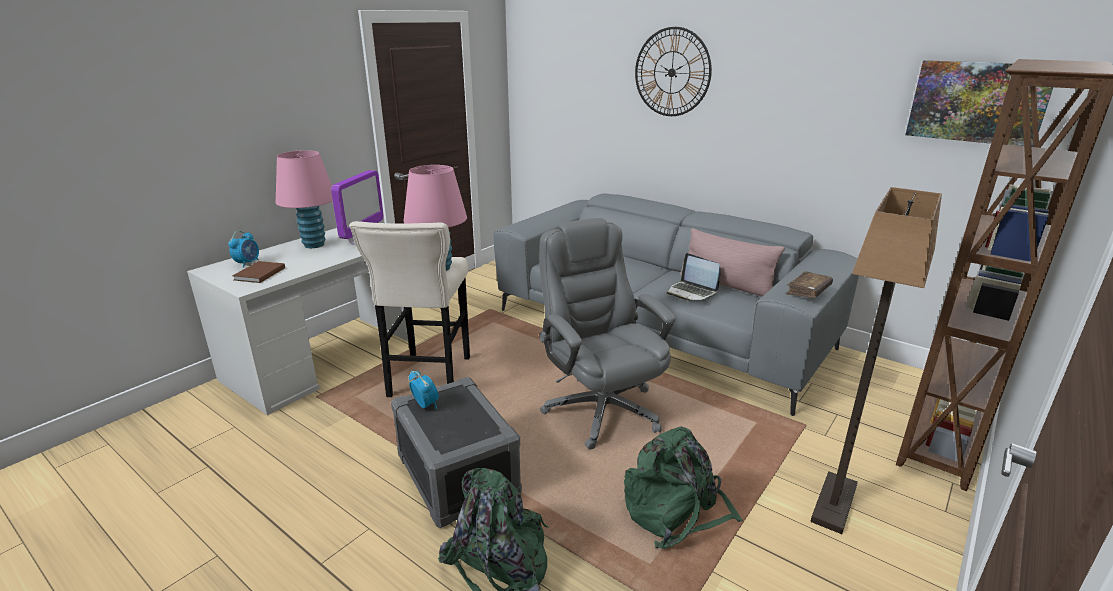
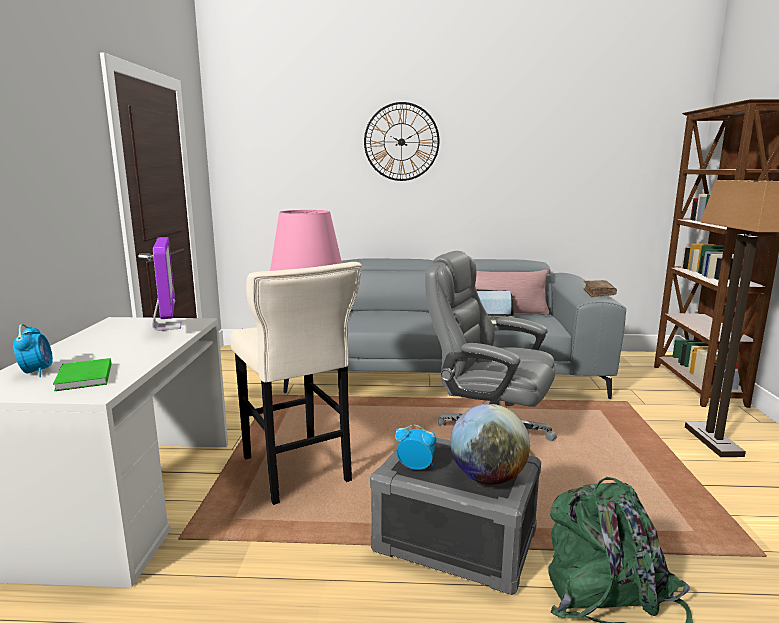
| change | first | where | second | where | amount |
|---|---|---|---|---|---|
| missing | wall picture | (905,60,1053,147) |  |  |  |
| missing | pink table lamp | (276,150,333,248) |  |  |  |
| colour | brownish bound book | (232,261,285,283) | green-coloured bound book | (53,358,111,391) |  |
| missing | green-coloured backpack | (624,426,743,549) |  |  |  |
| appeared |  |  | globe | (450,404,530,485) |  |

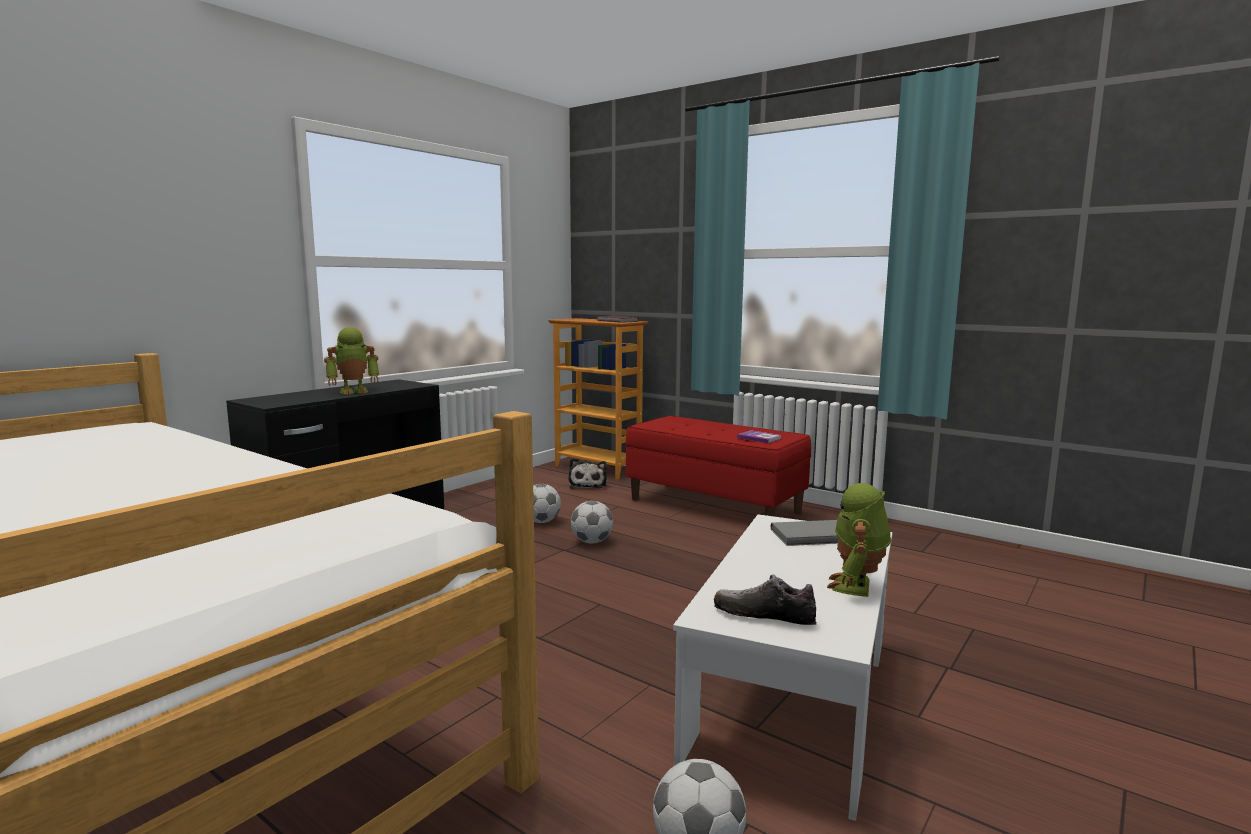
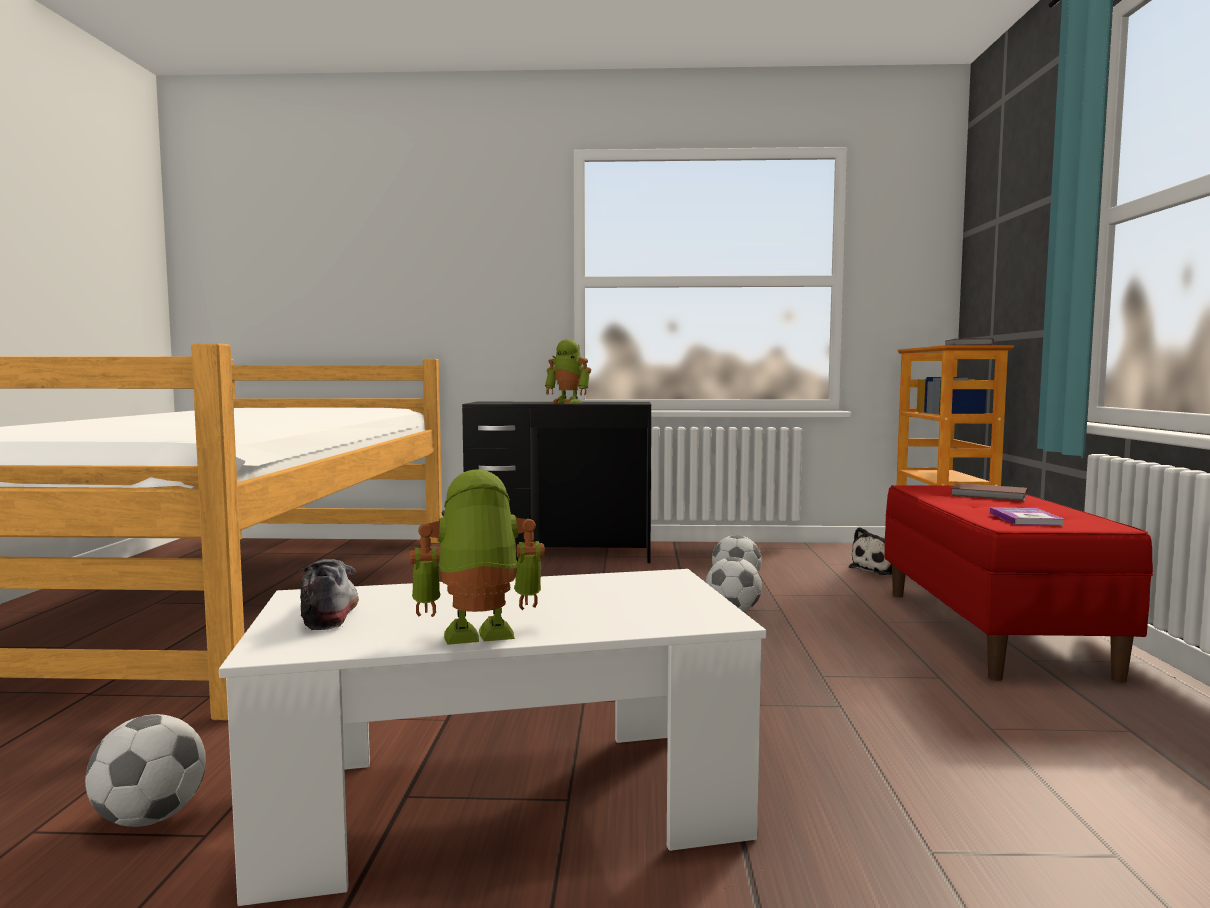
| change | first | where | second | where | amount |
|---|---|---|---|---|---|
| missing | gray bound book | (771,520,838,546) |  |  |  |
| appeared |  |  | brownish bound book | (950,483,1027,501) |  |

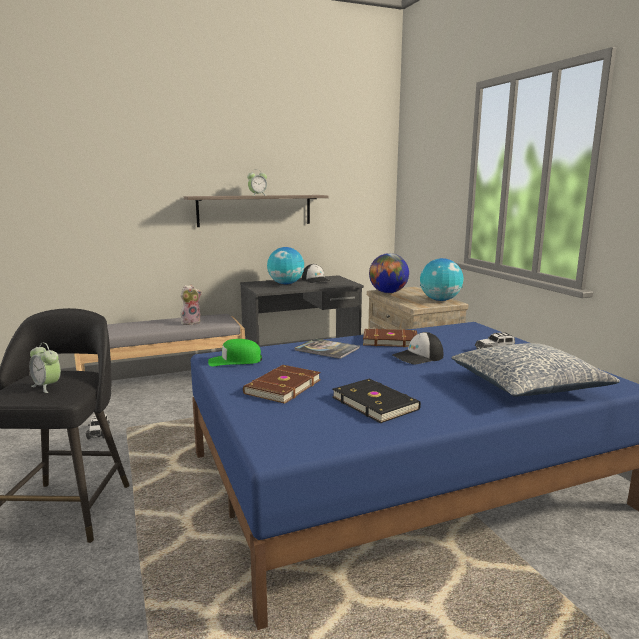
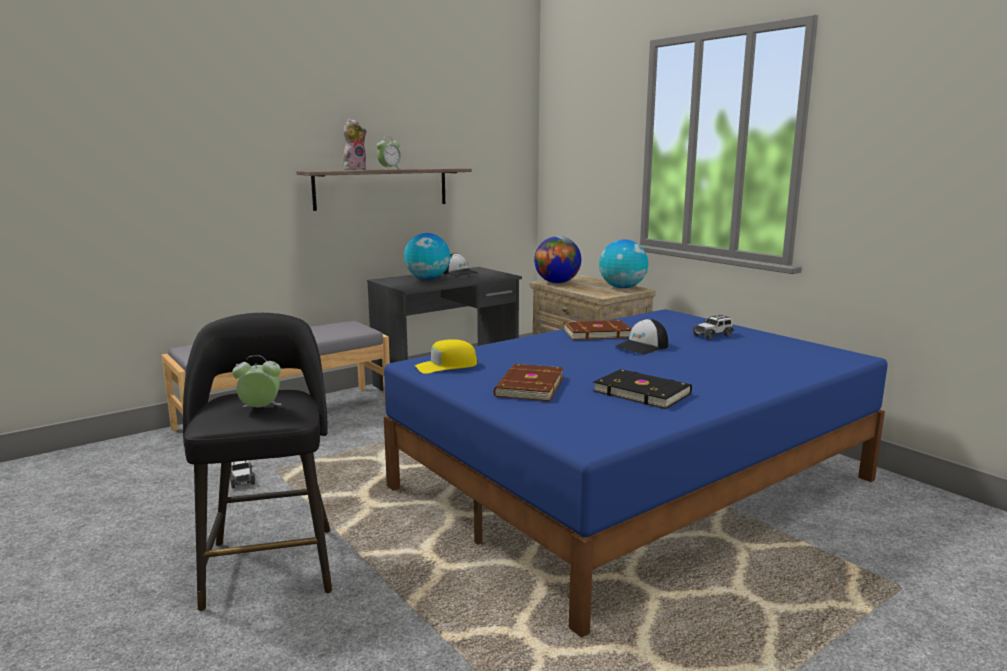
| change | first | where | second | where | amount |
|---|---|---|---|---|---|
| relocated | soft toy | (181,285,202,325) |  | (343,119,366,170) |  |
| missing | bound book | (295,338,360,359) |  |  |  |
| colour | green-coloured cap | (208,339,262,366) | yellowish cap | (415,339,478,374) |  |
| spun | alarm clock | (29,343,61,393) |  | (232,355,282,407) | 150 degrees clockwise |
| missing | pillow | (451,343,620,396) |  |  |  |

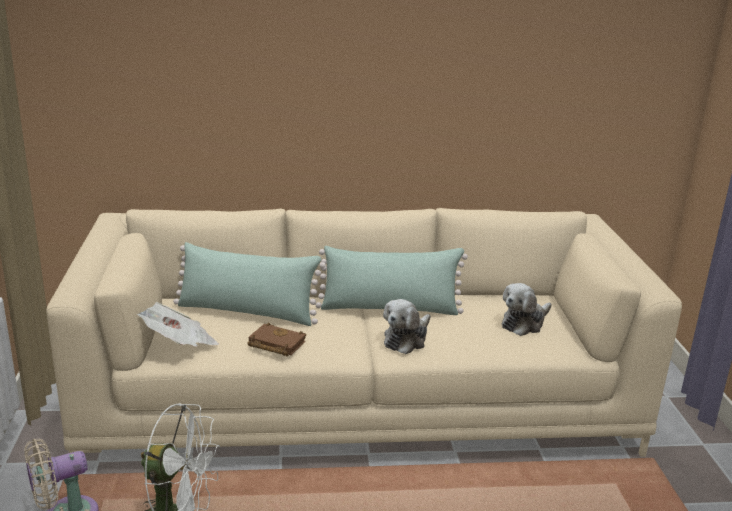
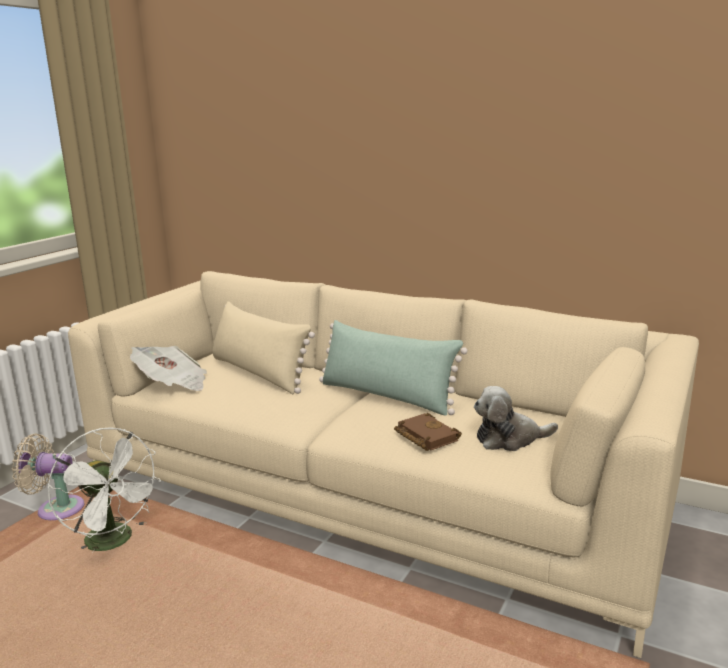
| change | first | where | second | where | amount |
|---|---|---|---|---|---|
| colour | green-coloured pillow | (173,242,326,326) | beige-coloured pillow | (213,301,315,394) |  |
| missing | soft toy | (383,299,430,354) |  |  |  |
| relocated | brownish bound book | (247,323,306,356) |  | (394,413,462,451) |  |

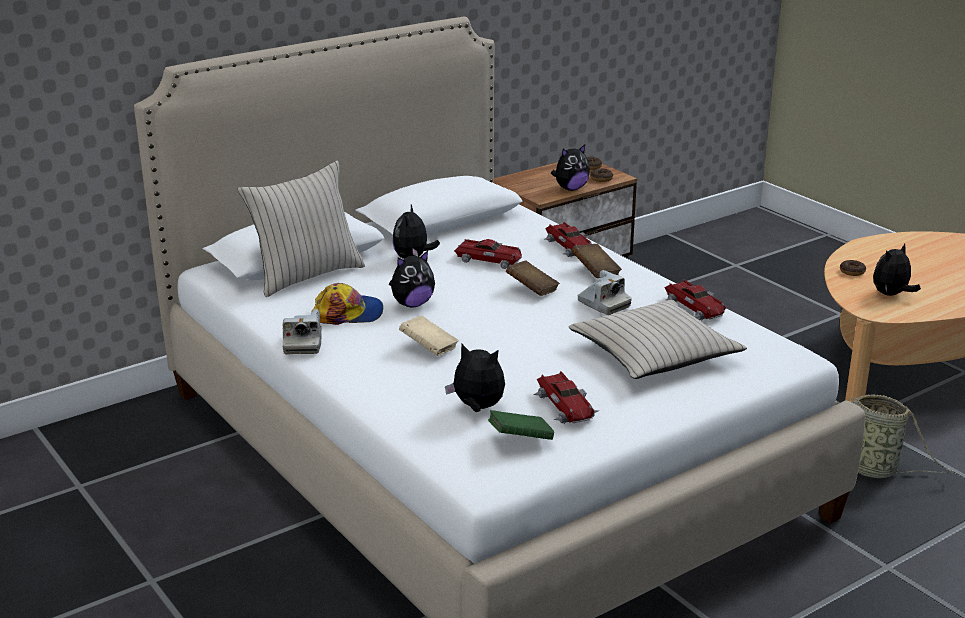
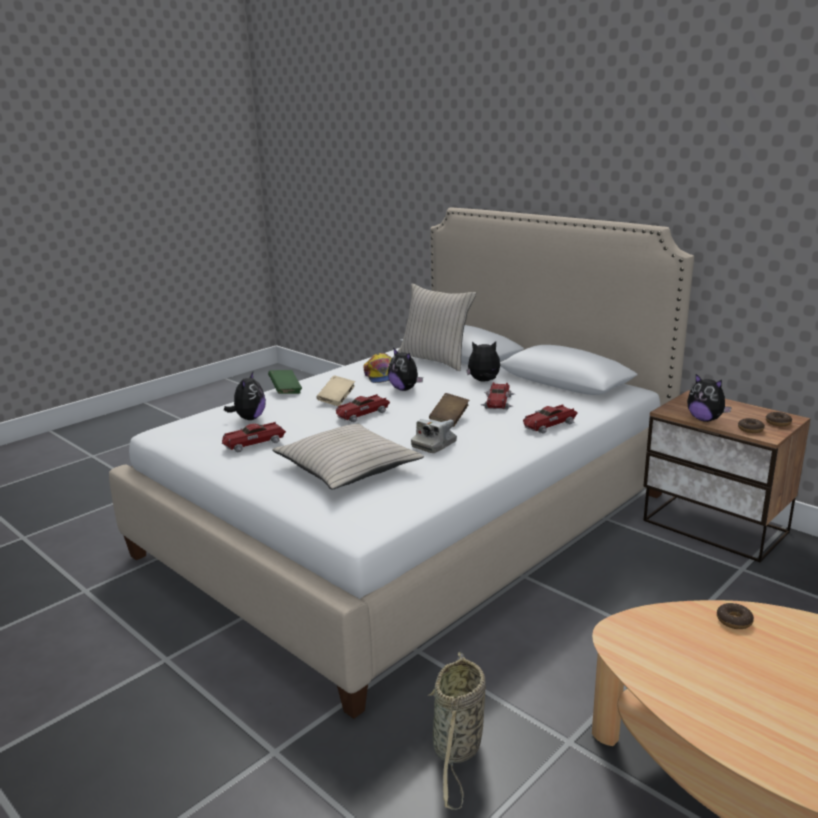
| change | first | where | second | where | amount |
|---|---|---|---|---|---|
| missing | soft toy | (873,243,921,296) |  |  |  |
| missing | brownish bound book | (571,244,622,278) |  |  |  |
| relocated | miniature car | (664,280,727,321) |  | (336,394,390,423) |  |
| missing | photo camera | (283,309,322,354) |  |  |  |
| relocated | green-coloured bound book | (488,410,554,440) |  | (268,370,302,394) |  |

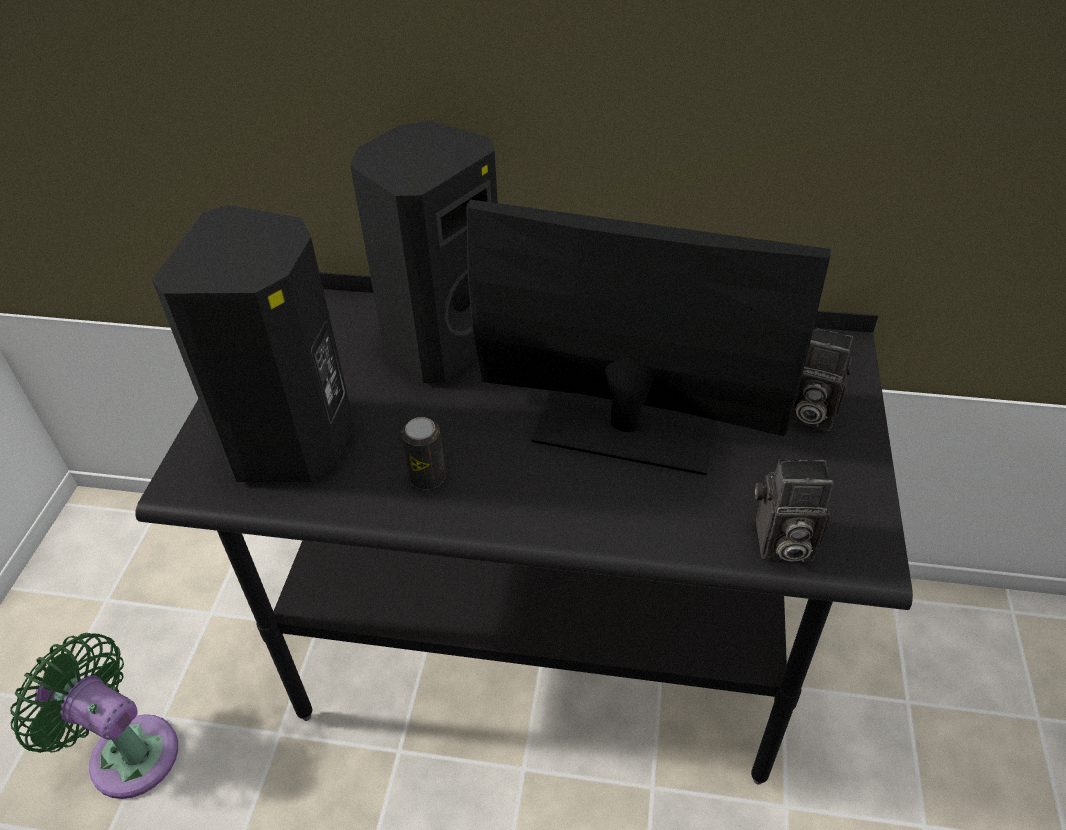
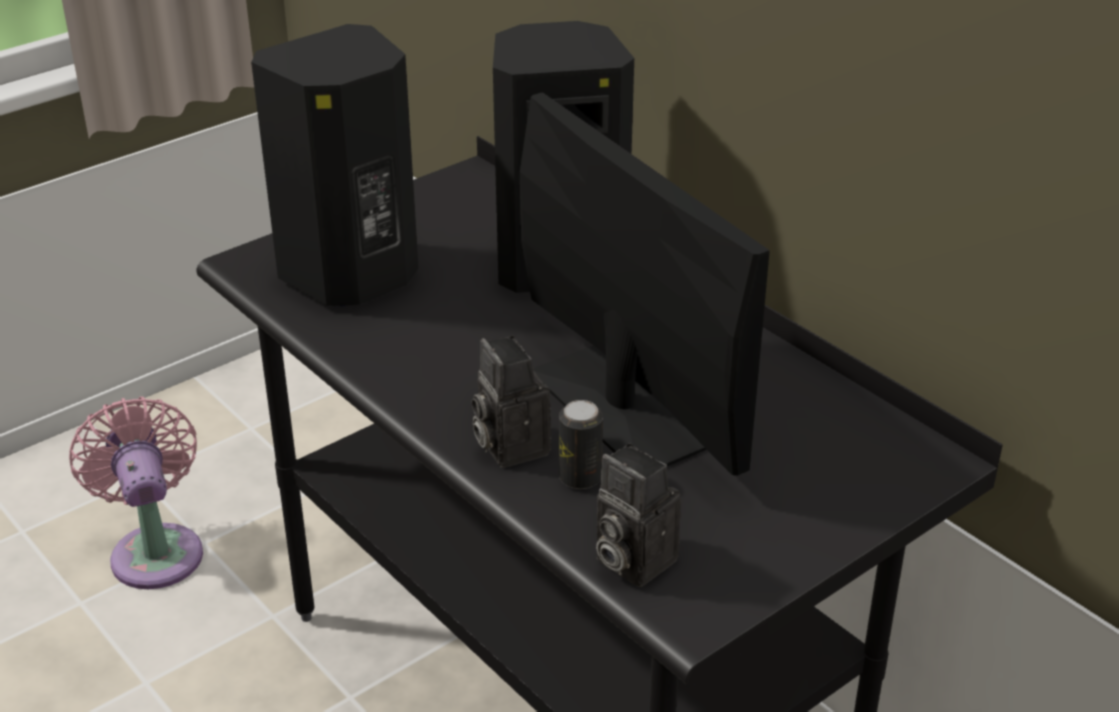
| change | first | where | second | where | amount |
|---|---|---|---|---|---|
| relocated | photo camera | (790,327,853,431) |  | (472,336,551,468) |  |
| relocated | sealed can | (402,417,446,489) |  | (559,400,603,489) |  |
| colour | green-coloured fan | (10,633,178,799) | pink fan | (69,397,203,589) |  |

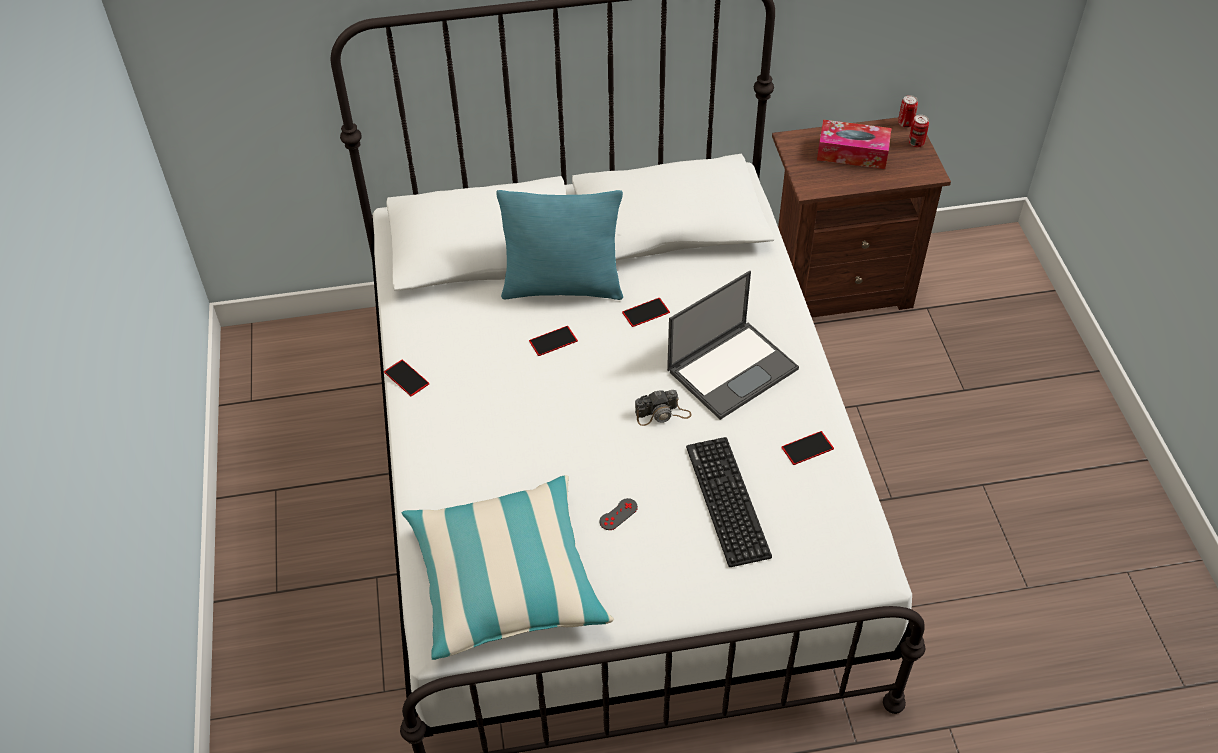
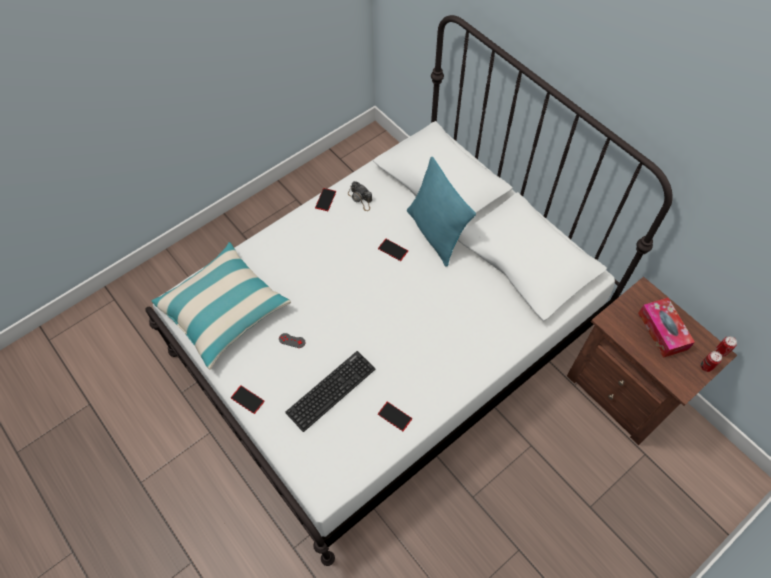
| change | first | where | second | where | amount |
|---|---|---|---|---|---|
| missing | laptop | (667,271,799,420) |  |  |  |
| relocated | handset | (622,298,670,327) |  | (231,385,265,414) |  |
| relocated | photo camera | (635,390,692,426) |  | (348,181,372,211) |  |

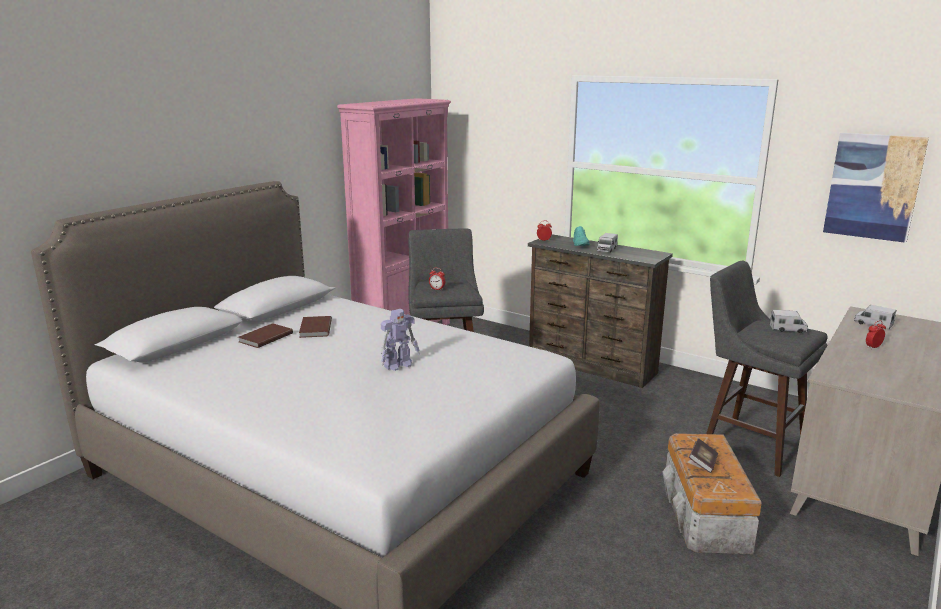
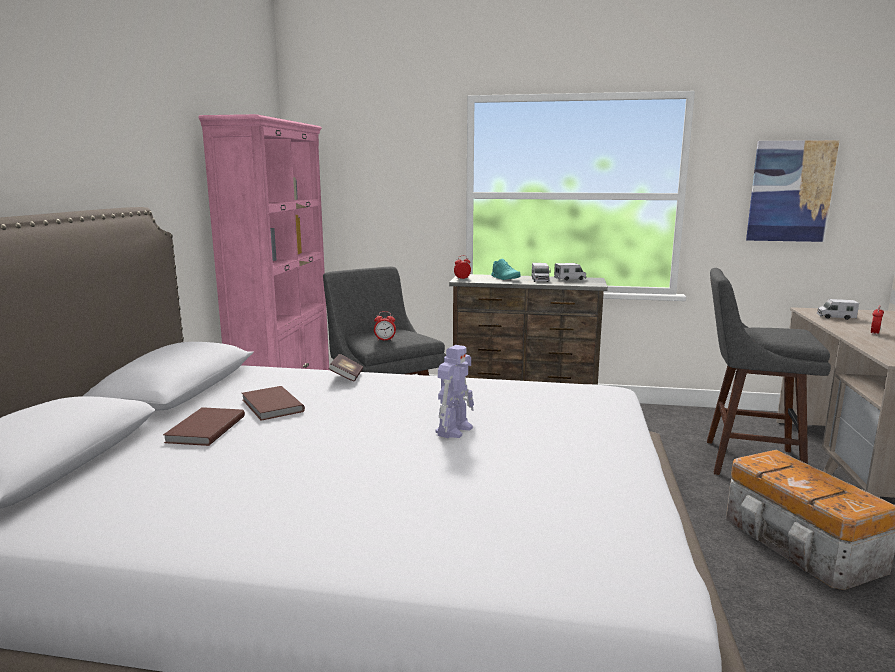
| change | first | where | second | where | amount |
|---|---|---|---|---|---|
| relocated | toy truck | (770,309,808,333) |  | (554,263,586,281) |  |
| relocated | bound book | (689,438,718,473) |  | (329,354,363,382) |  |

